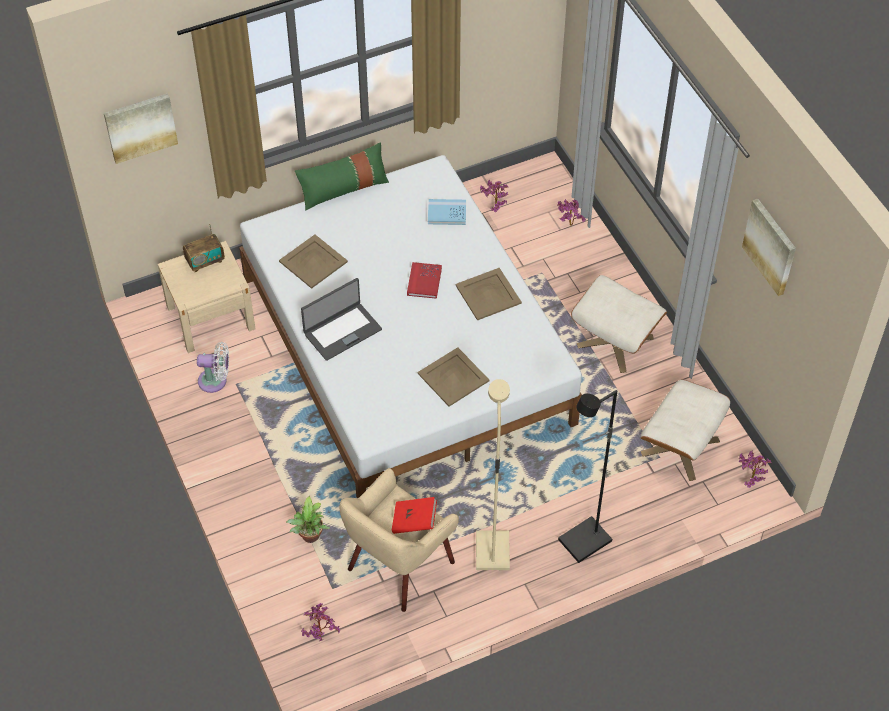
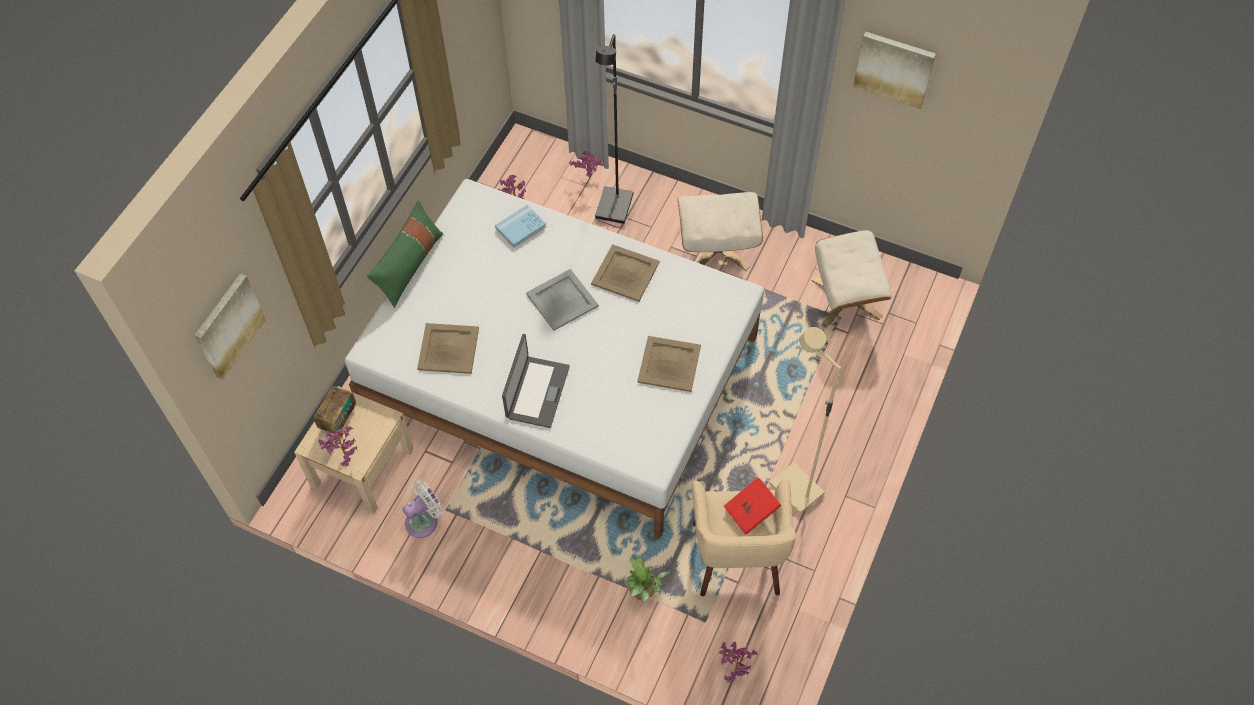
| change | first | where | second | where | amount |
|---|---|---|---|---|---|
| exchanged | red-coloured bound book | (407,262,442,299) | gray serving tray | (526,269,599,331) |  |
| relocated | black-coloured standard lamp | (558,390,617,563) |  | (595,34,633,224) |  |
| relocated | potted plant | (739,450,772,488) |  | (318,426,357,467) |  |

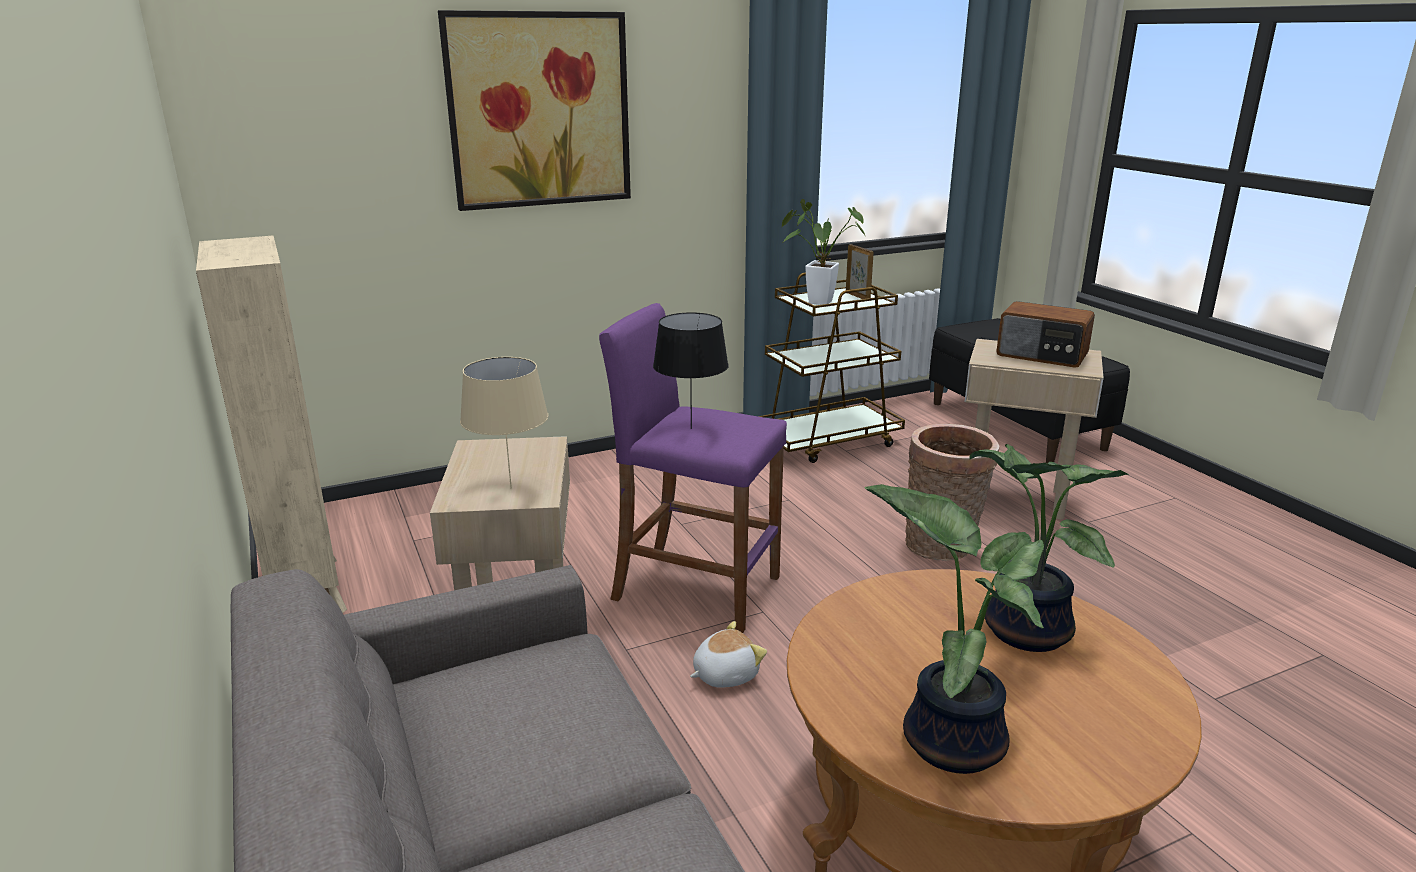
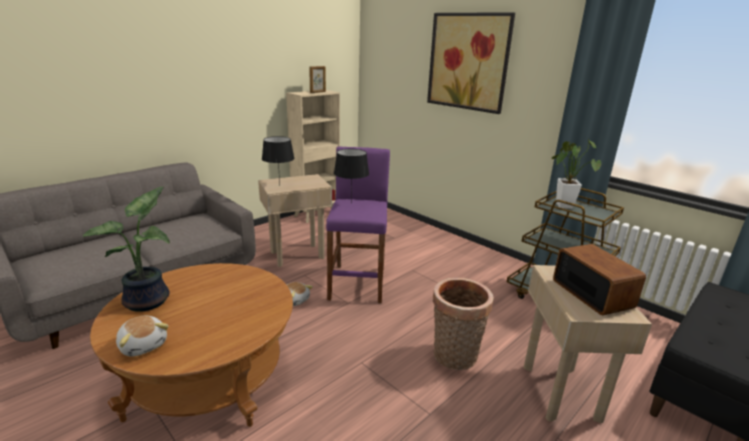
| change | first | where | second | where | amount |
|---|---|---|---|---|---|
| relocated | picture frame | (846,244,874,299) |  | (309,66,326,93) |  |
| spun | radio | (996,301,1095,368) |  | (553,244,646,315) | 150 degrees clockwise |
| colour | beige-coloured table lamp | (460,357,548,489) | black-coloured table lamp | (262,136,295,184) |  |
| missing | potted plant | (969,444,1129,652) |  |  |  |
| appeared |  |  | soft toy | (116,315,169,357) |  |

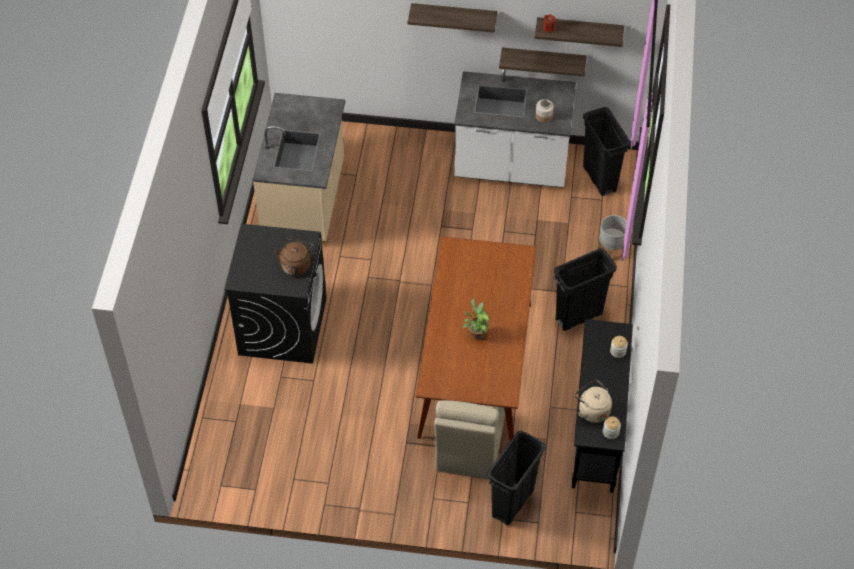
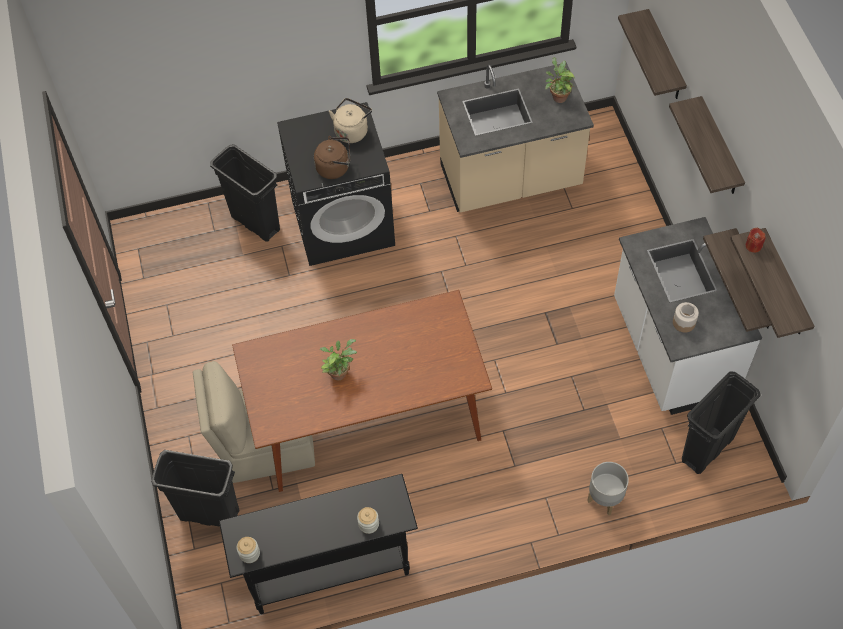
| change | first | where | second | where | amount |
|---|---|---|---|---|---|
| relocated | black-coloured trash can | (553,248,617,331) |  | (210,144,280,242) |  |
| relocated | beige-coloured tea kettle | (574,380,612,423) |  | (329,98,372,143) |  |
| appeared |  |  | shelf | (618,9,687,99) |  |
| appeared |  |  | potted plant | (545,57,575,103) |  |

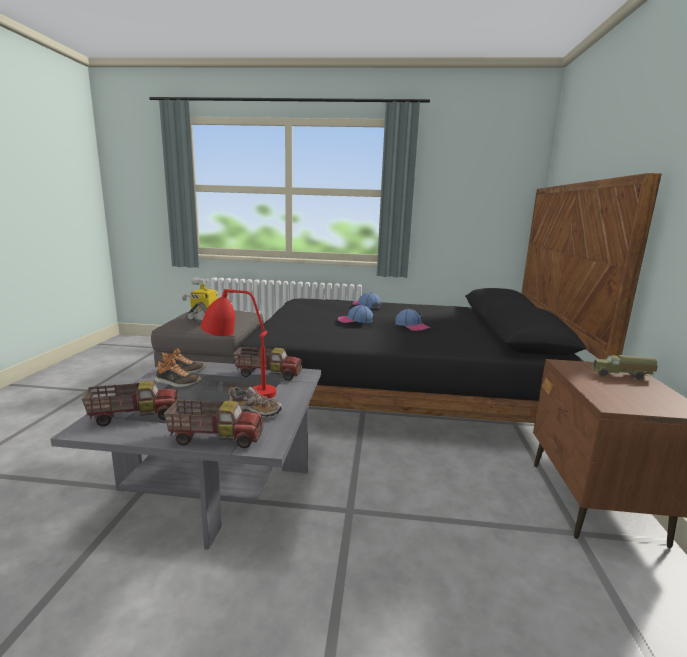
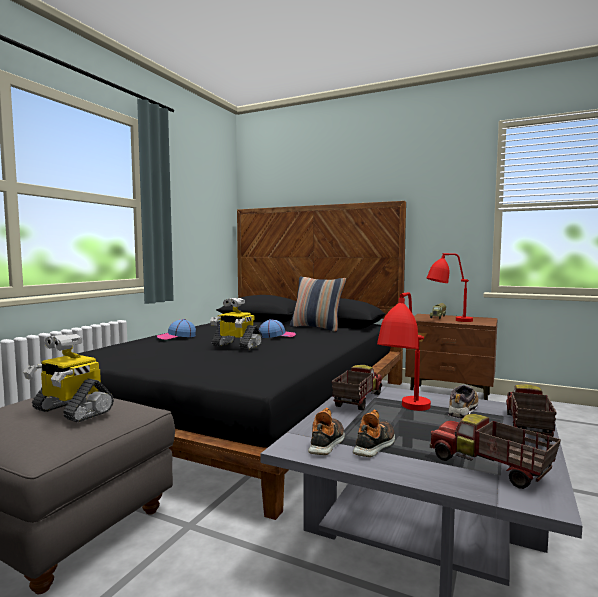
| change | first | where | second | where | amount |
|---|---|---|---|---|---|
| exchanged | cap | (338,305,373,323) | robot figure | (210,298,262,350) |  |
| spun | toy truck | (82,381,179,426) |  | (430,414,561,489) | 45 degrees counterclockwise |
| appeared |  |  | red-coloured table lamp | (427,253,473,322) |  |
| appeared |  |  | pillow | (290,277,346,332) |  |

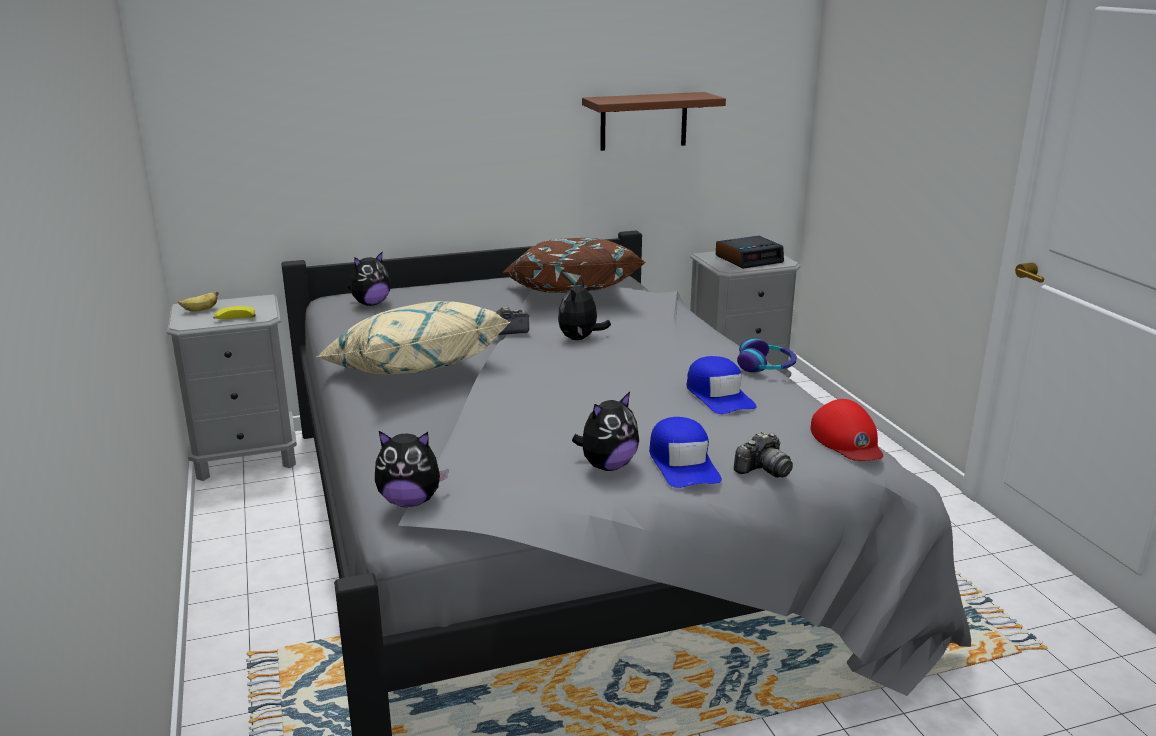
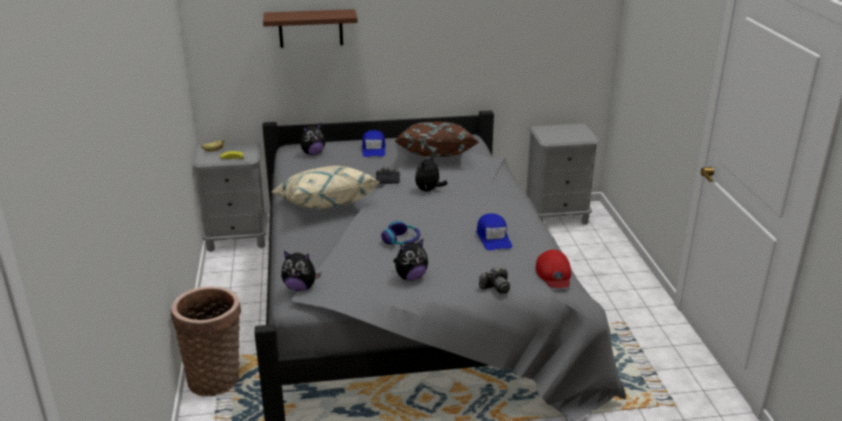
| change | first | where | second | where | amount |
|---|---|---|---|---|---|
| relocated | brownish shelf | (582,92,726,151) |  | (263,9,358,48) |  |
| missing | alarm clock | (716,236,784,269) |  |  |  |
| relocated | headset | (737,339,797,373) |  | (381,221,420,245) |  |
| relocated | blue-coloured cap | (649,417,722,488) |  | (362,130,386,157) |  |
| appeared |  |  | basket | (171,286,241,396) |  |

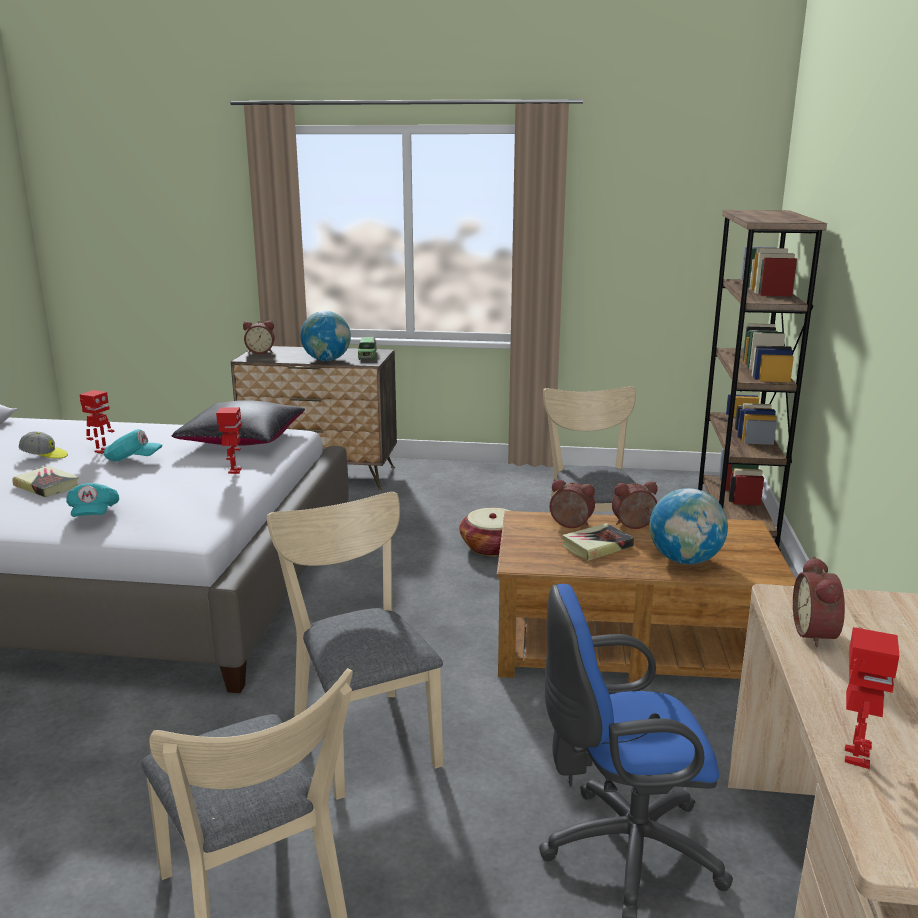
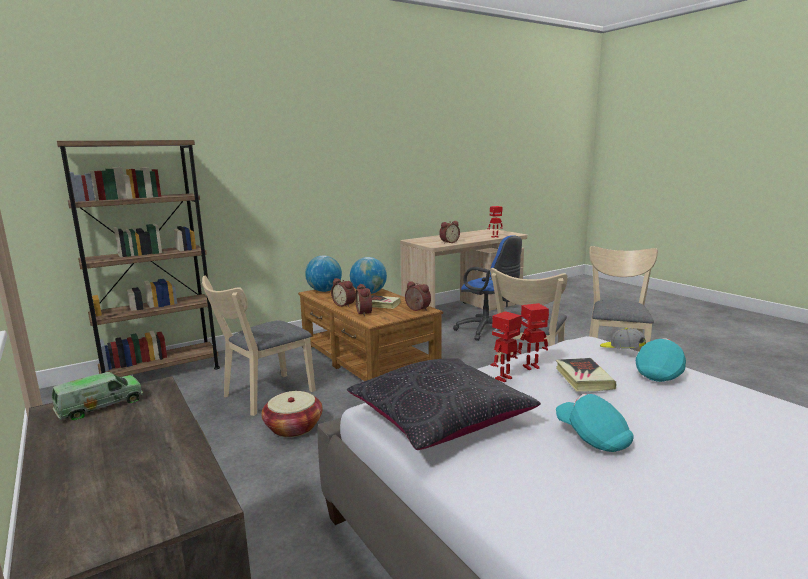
| change | first | where | second | where | amount |
|---|---|---|---|---|---|
| relocated | globe | (300,311,351,361) |  | (305,255,342,292) |  |
| relocated | alarm clock | (243,321,275,354) |  | (405,281,431,311) |  |
| relocated | robot figure | (80,390,115,454) |  | (517,303,549,370) |  |
| relocated | cap | (19,431,68,459) |  | (600,328,646,349) |  |
| relocated | bound book | (12,466,78,497) |  | (556,358,616,392) |  |

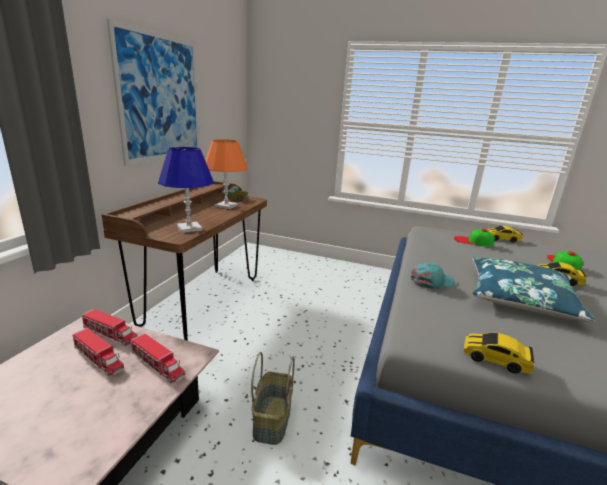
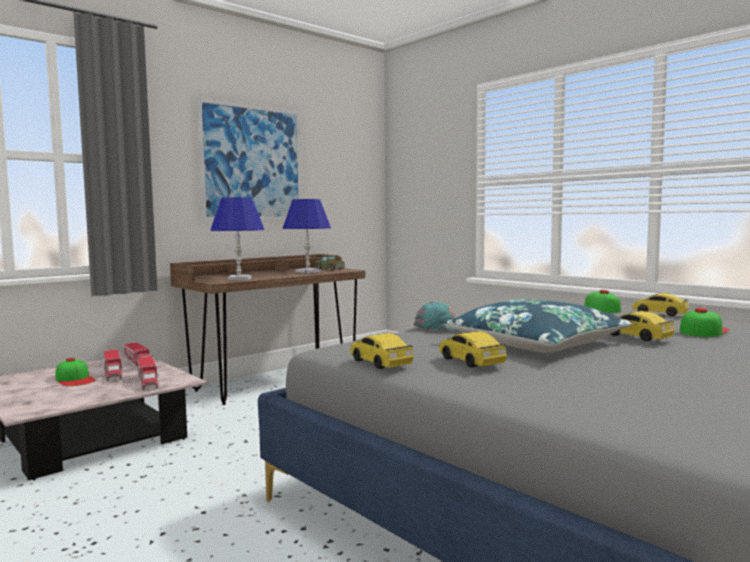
| change | first | where | second | where | amount |
|---|---|---|---|---|---|
| colour | orange table lamp | (205,139,248,209) | blue-coloured table lamp | (283,199,331,273) |  |
| missing | basket | (251,352,295,445) |  |  |  |
| appeared |  |  | miniature car | (439,331,507,368) |  |
| appeared |  |  | cap | (56,358,96,386) |  |

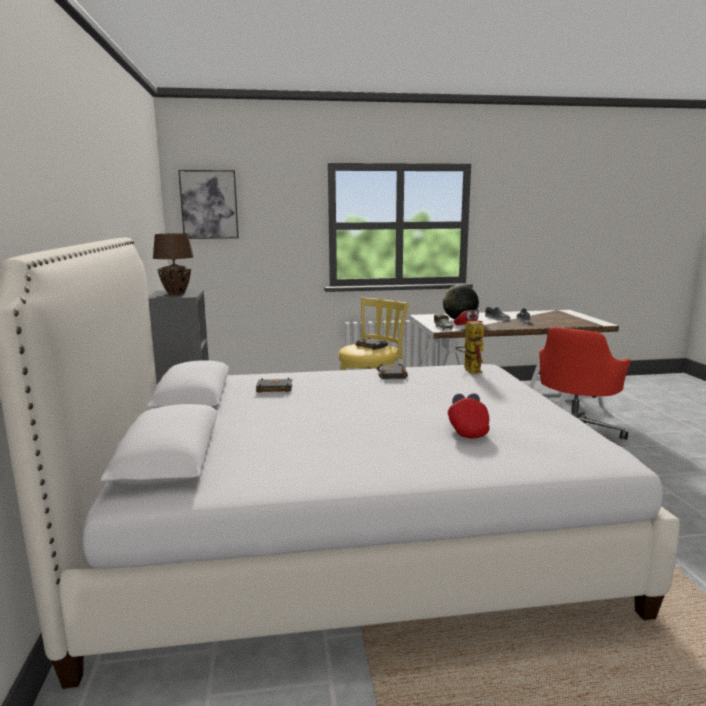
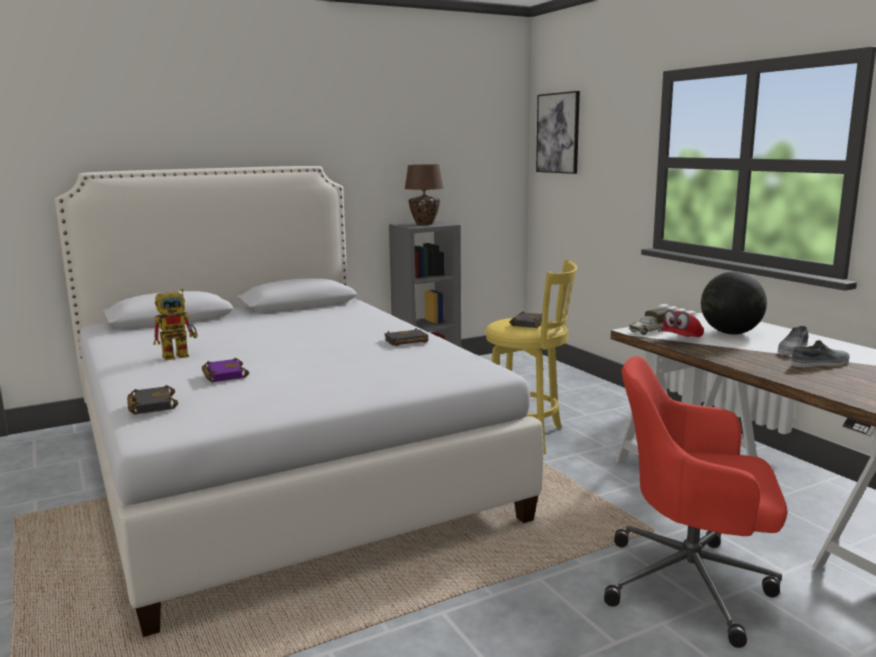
| change | first | where | second | where | amount |
|---|---|---|---|---|---|
| relocated | robot figure | (455,318,484,374) |  | (153,288,198,360) |  |
| relocated | black-coloured bound book | (256,377,293,393) |  | (127,385,178,415) |  |
| exchanged | red-coloured cap | (447,393,490,439) | purplish bound book | (202,358,249,382) |  |

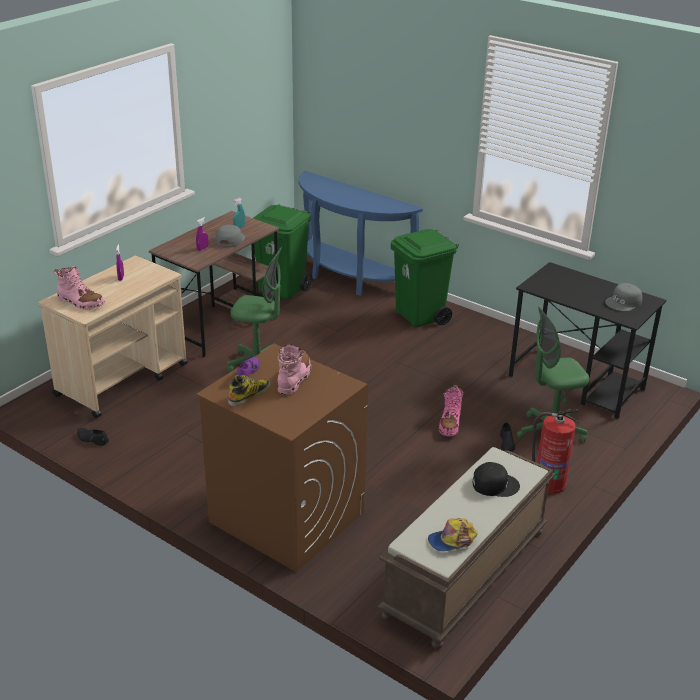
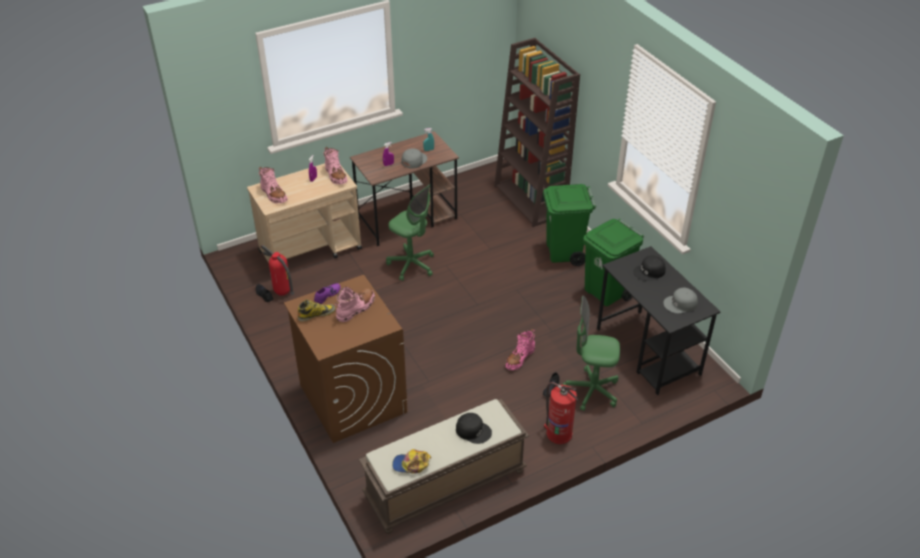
| change | first | where | second | where | amount |
|---|---|---|---|---|---|
| exchanged | blue-coloured console table | (299,171,423,296) | brownish bookshelf | (494,38,580,227) |  |
| relocated | green-coloured trash can | (253,204,312,300) |  | (583,219,644,306) |  |
| appeared |  |  | pink tall boot | (323,147,348,184) |  |
| appeared |  |  | fire extinguisher | (261,245,294,296) |  |
| appeared |  |  | black-coloured cap | (633,255,666,281) |  |

